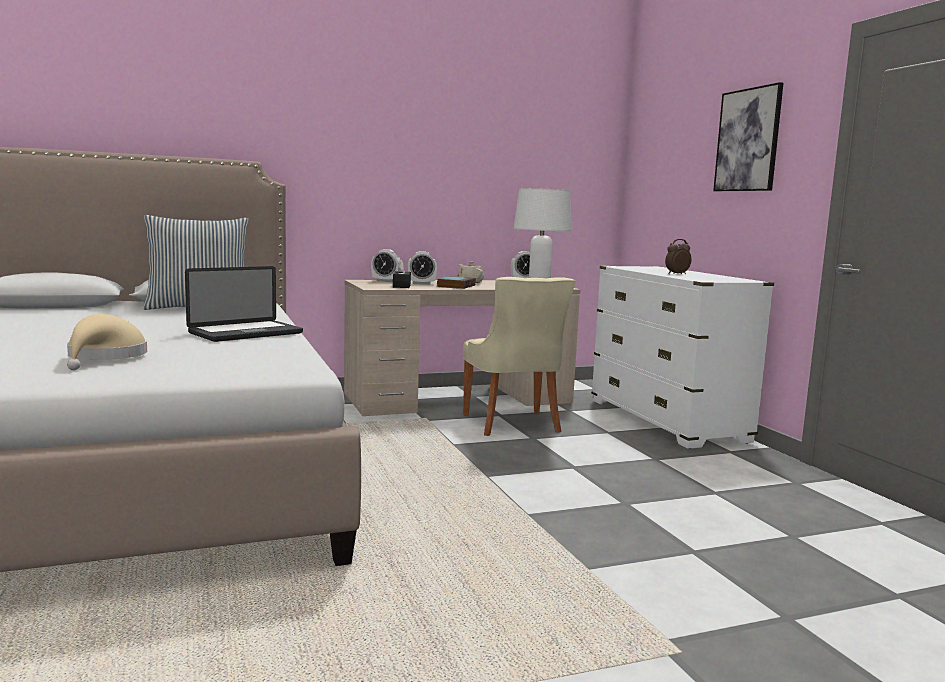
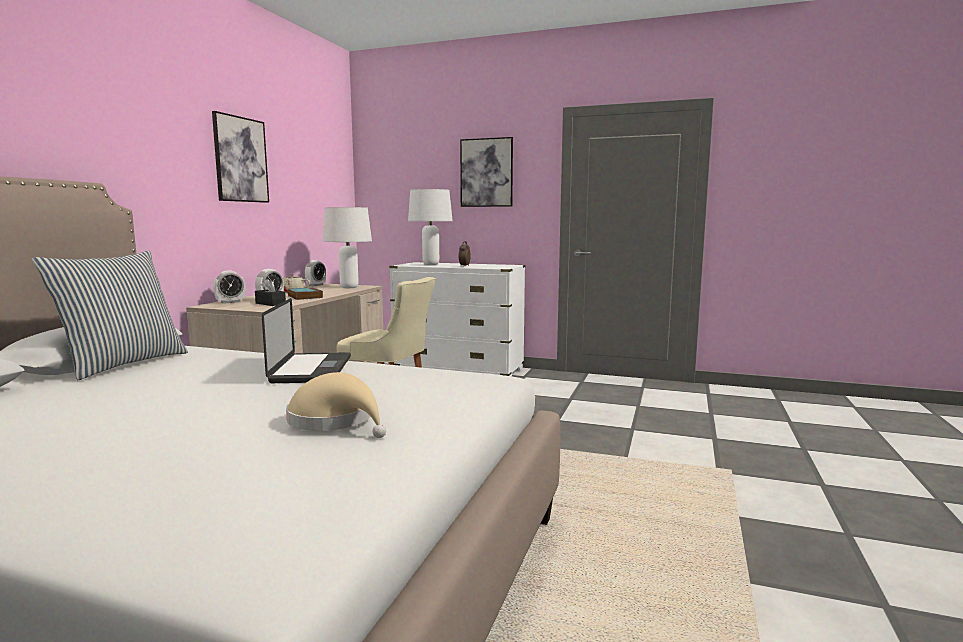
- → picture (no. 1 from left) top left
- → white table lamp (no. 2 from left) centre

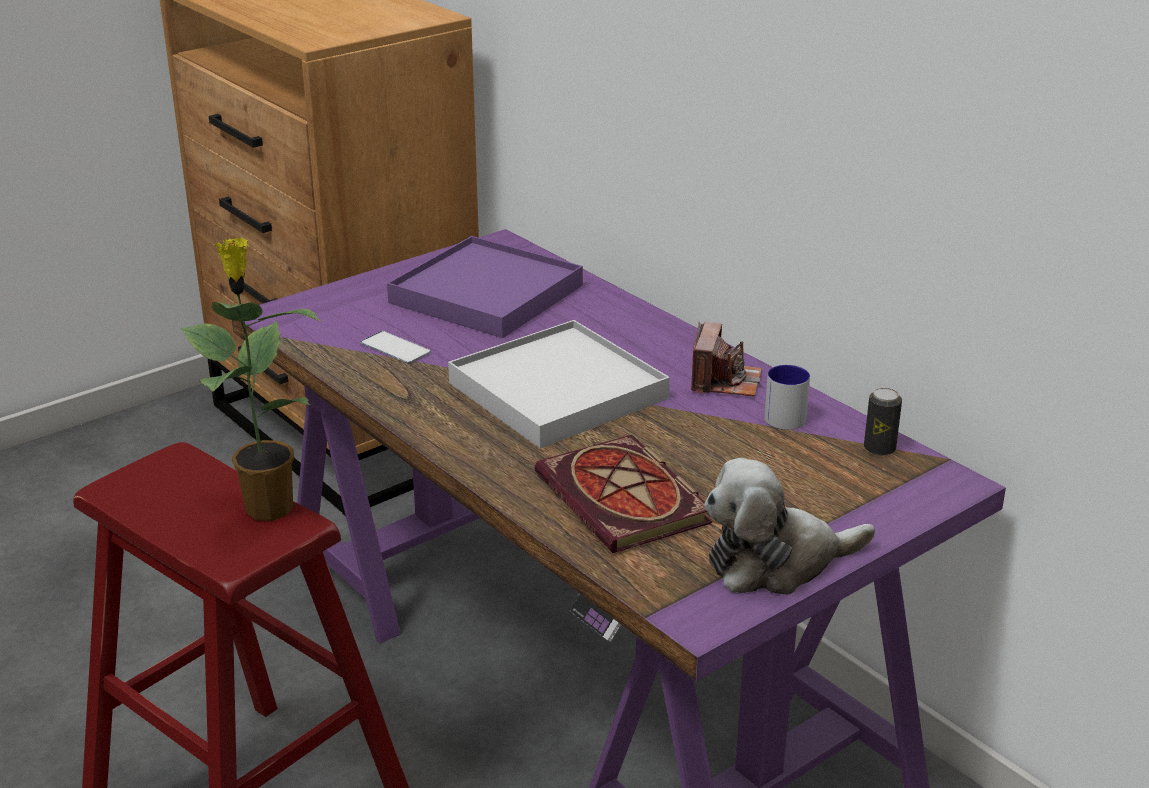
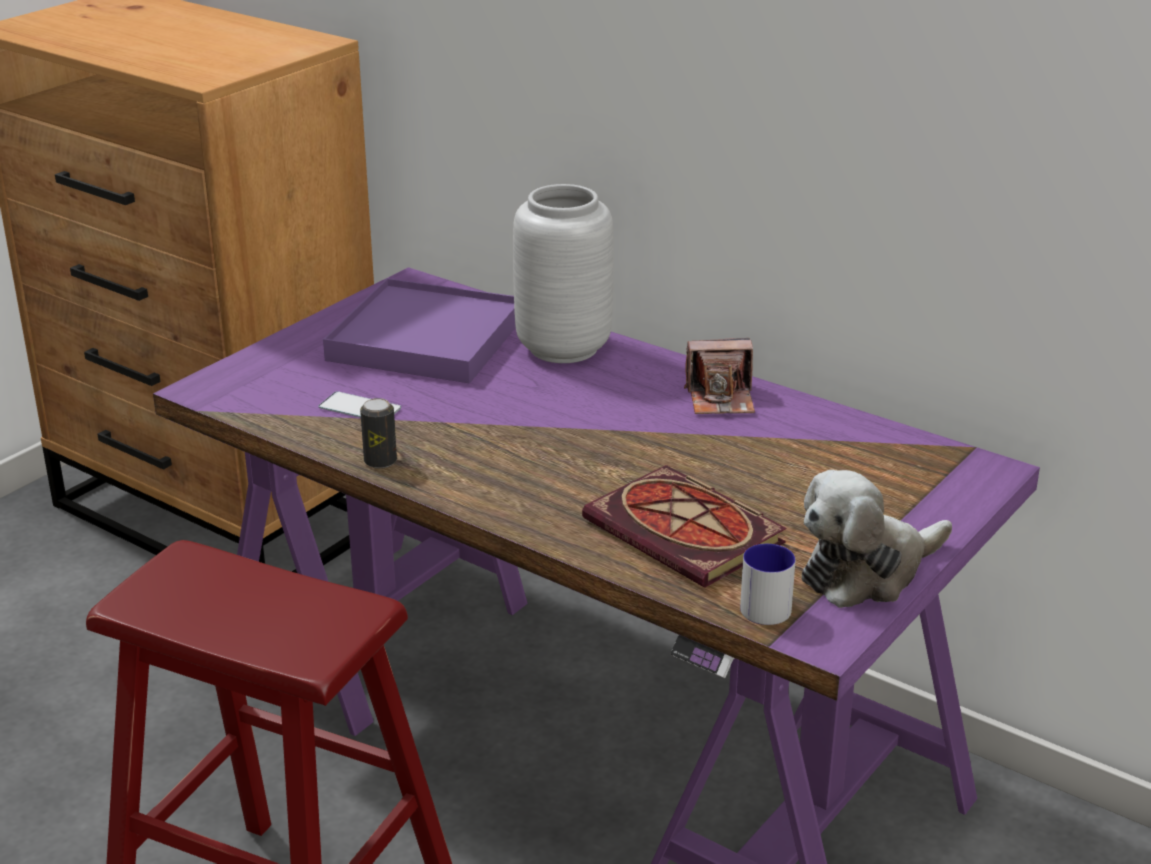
potted plant middle left → -
white tray centre → -
- → grey vase top centre
mug middle right → mug bottom right, shifted
can middle right → can middle left, shifted
photo camera centre, 90 degrees clockwise

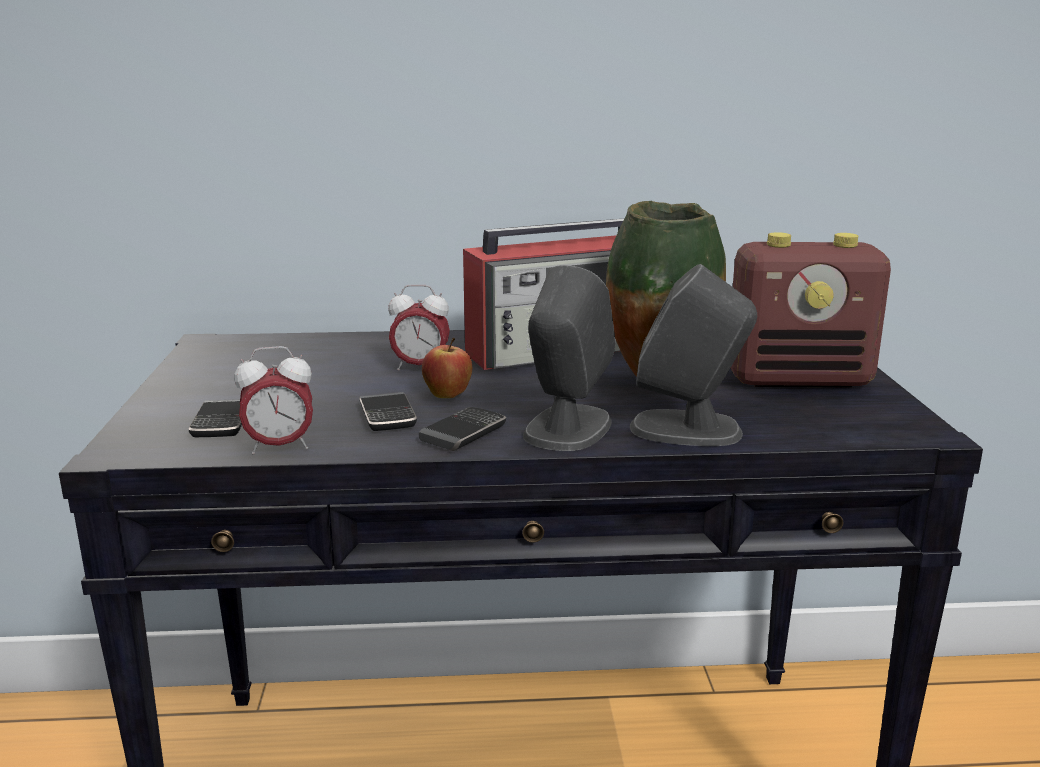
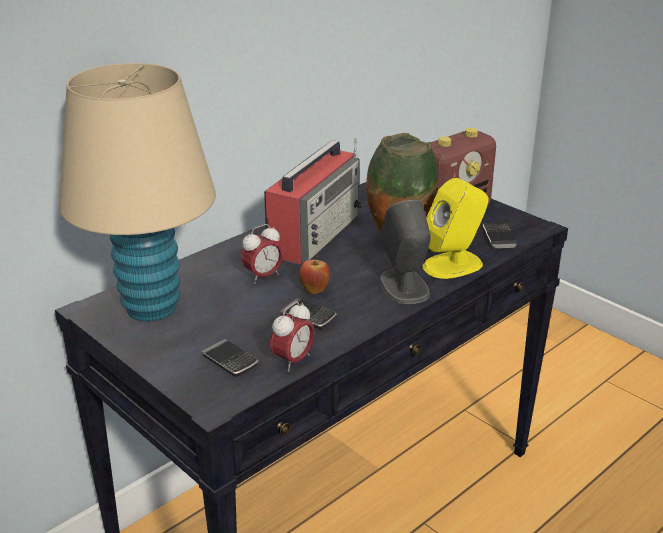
- → beige table lamp middle left
phone (no. 3 from left) centre → phone (no. 3 from left) middle right, shifted
grey speaker (no. 2 from left) centre → yellow speaker middle right

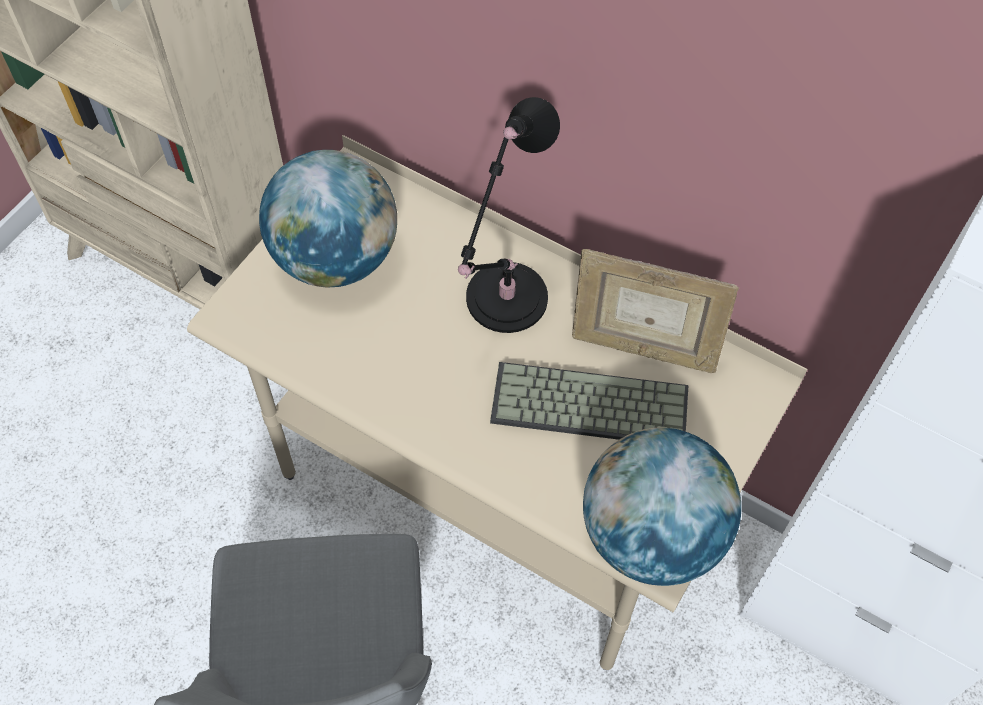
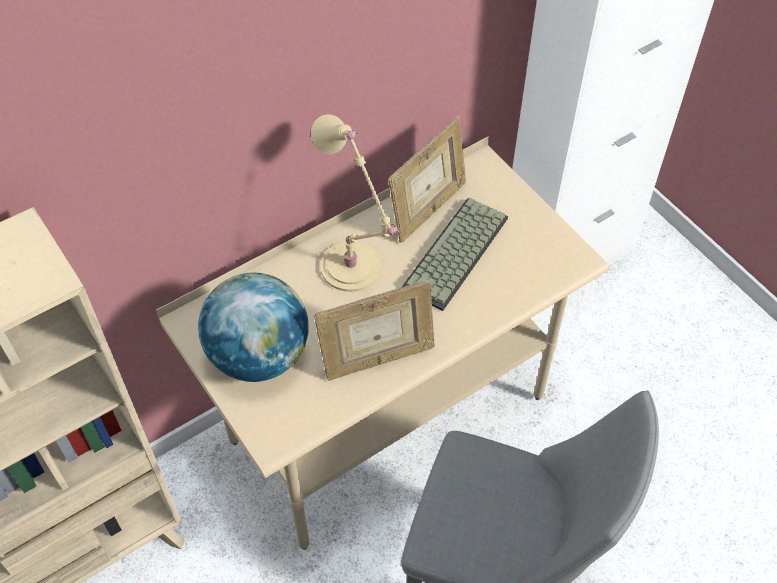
globe (no. 2 from left) bottom right → -
- → picture frame (no. 1 from left) centre
black table lamp top centre → beige table lamp centre

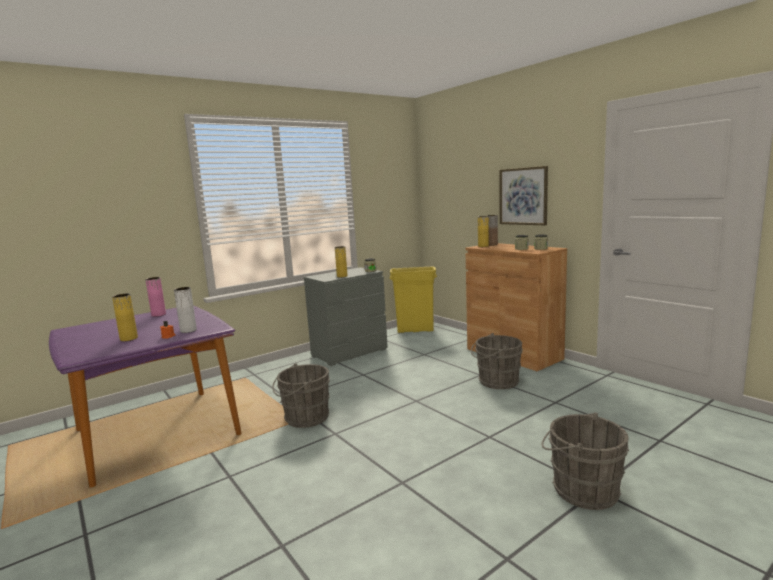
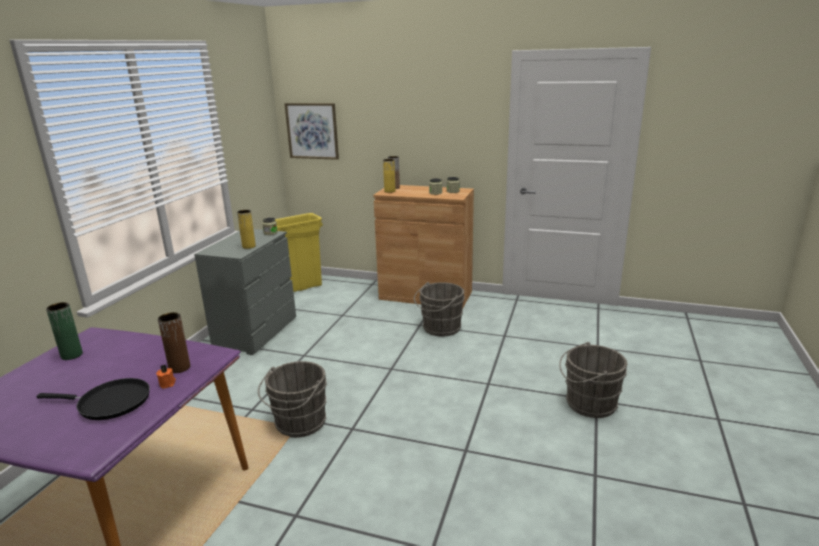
picture middle right → picture top centre, shifted
yellow vase (no. 1 from left) middle left → black frying pan bottom left
pink vase middle left → green vase middle left
white vase middle left → brown vase (no. 1 from left) middle left

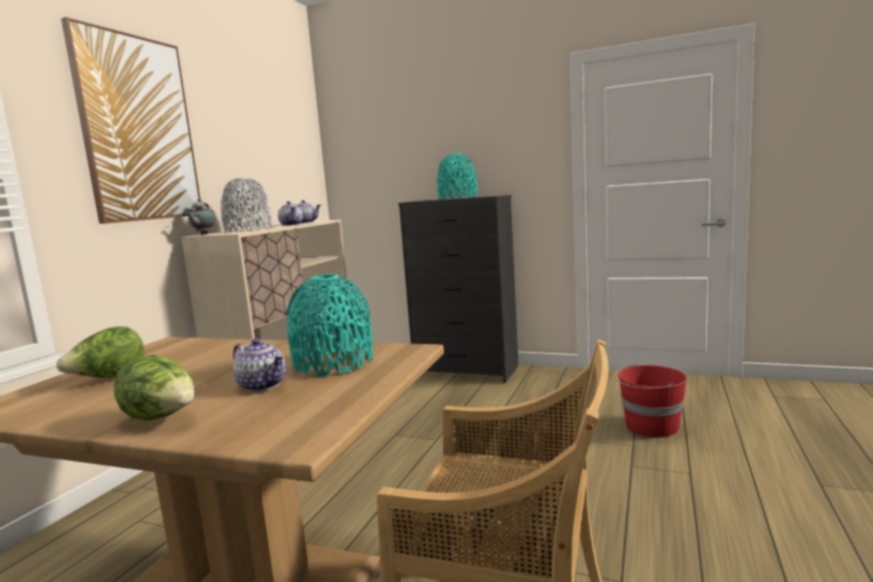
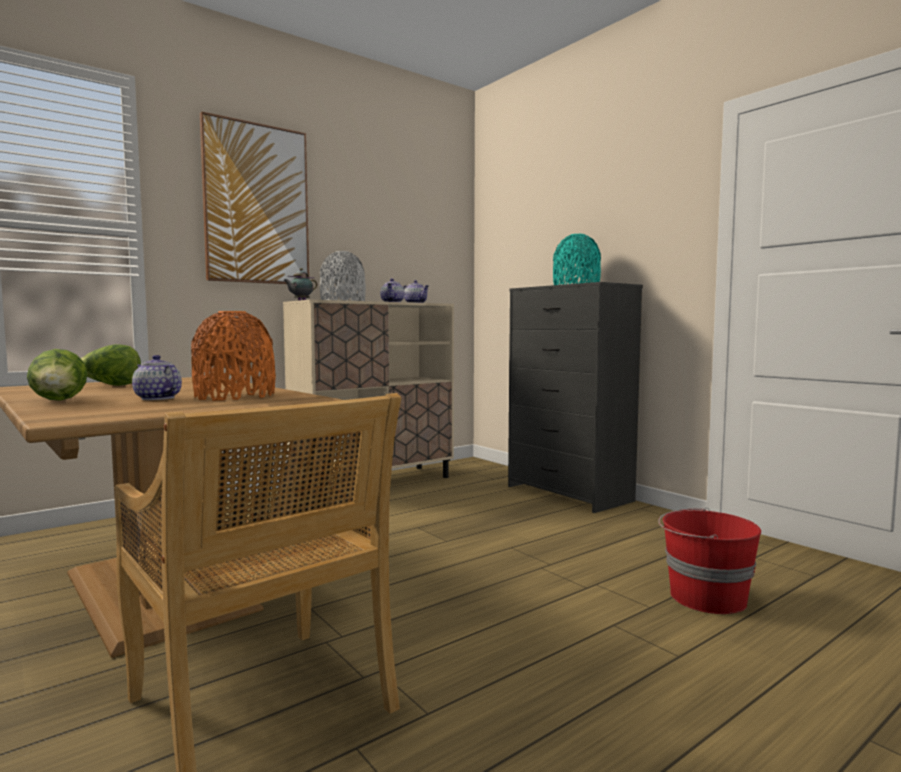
turquoise vase (no. 1 from left) centre → orange vase middle left
teapot (no. 2 from left in the first image) middle left → teapot (no. 1 from left) middle left, 150 degrees clockwise

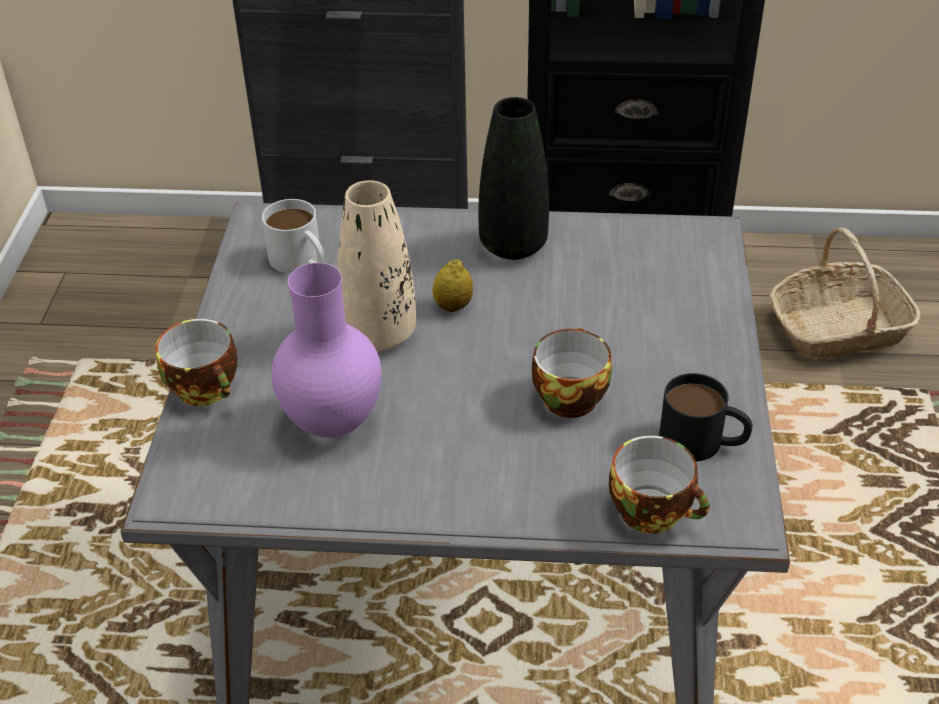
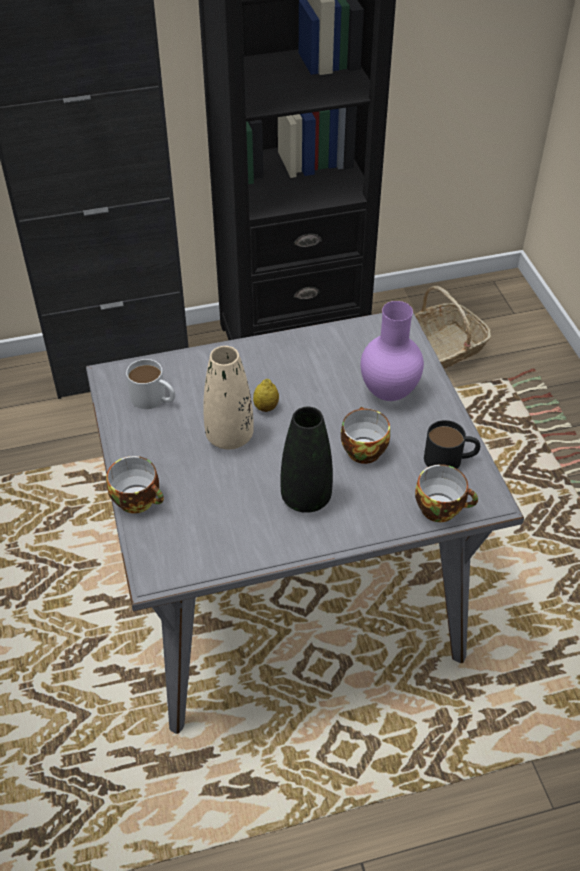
purple vase centre → purple vase middle right, shifted
black vase top centre → black vase centre, shifted

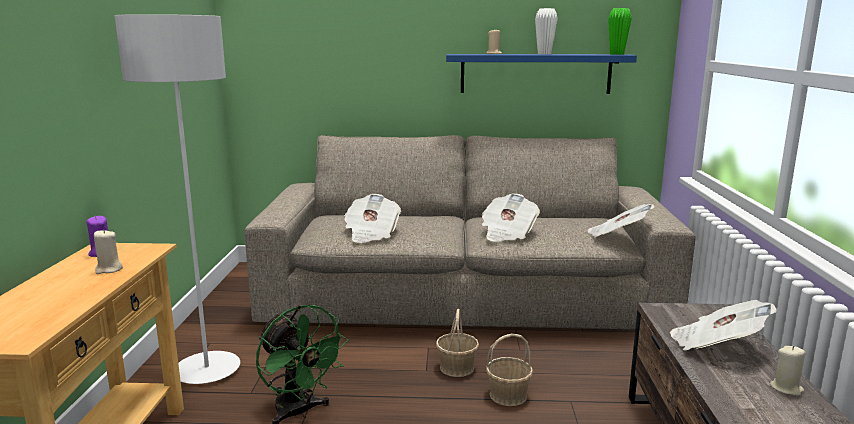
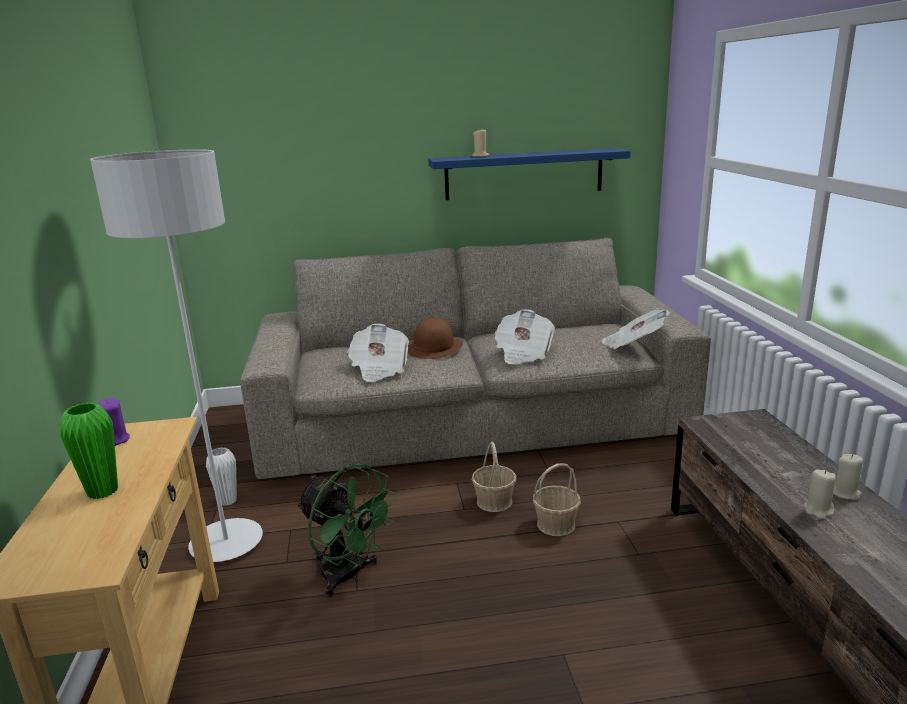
newspaper (no. 4 from left) bottom right → -
- → brown hat centre
beige candle (no. 1 from left in the first image) middle left → beige candle (no. 2 from left) bottom right, shifted
white vase top centre → white vase bottom left, shifted
green vase top right → green vase middle left, shifted

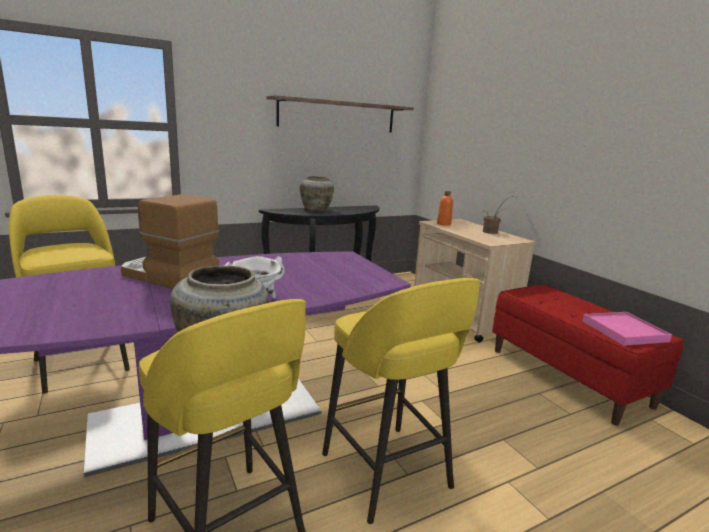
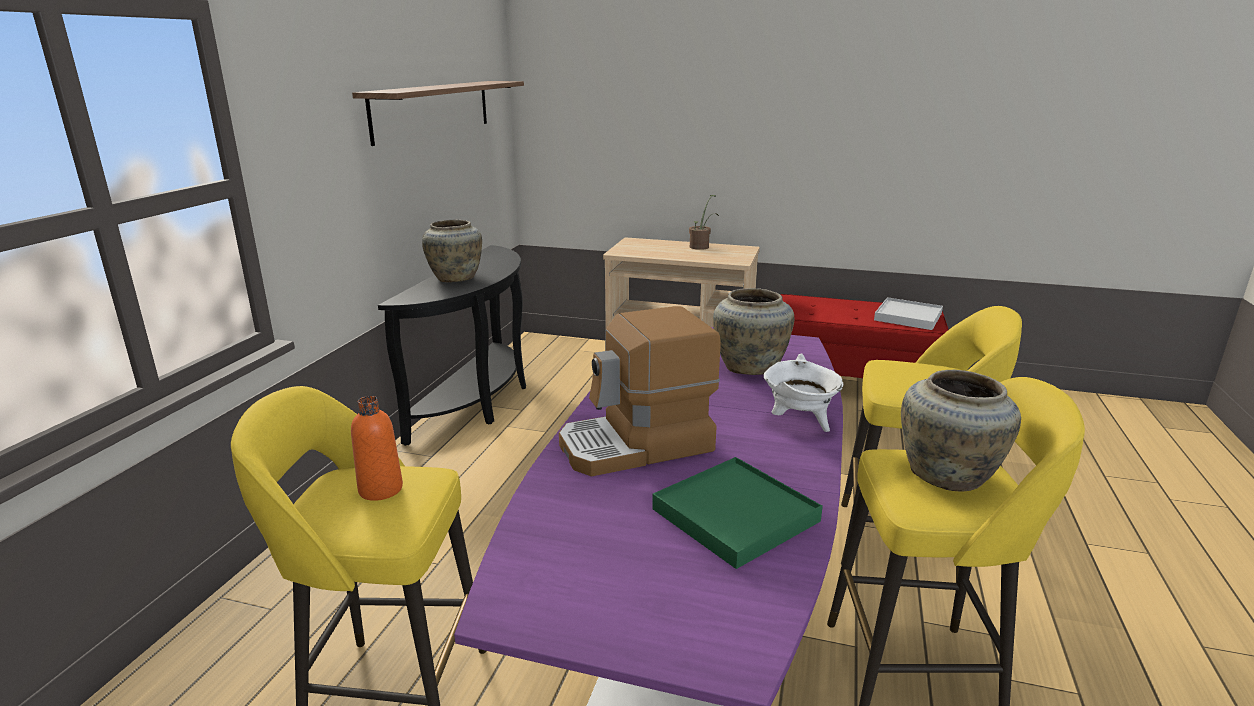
- → green tray bottom centre
- → beige vase (no. 2 from left) centre
orange bottle centre → orange bottle middle left, shifted
pink tray middle right → white tray middle right

